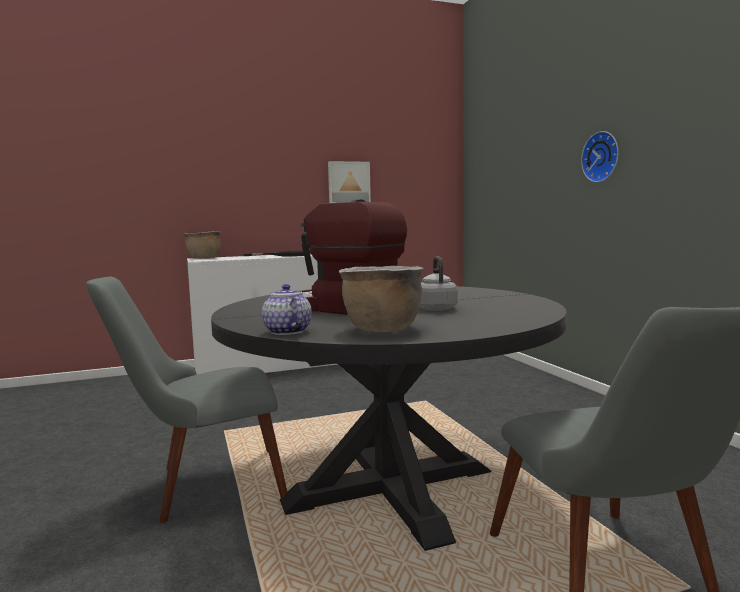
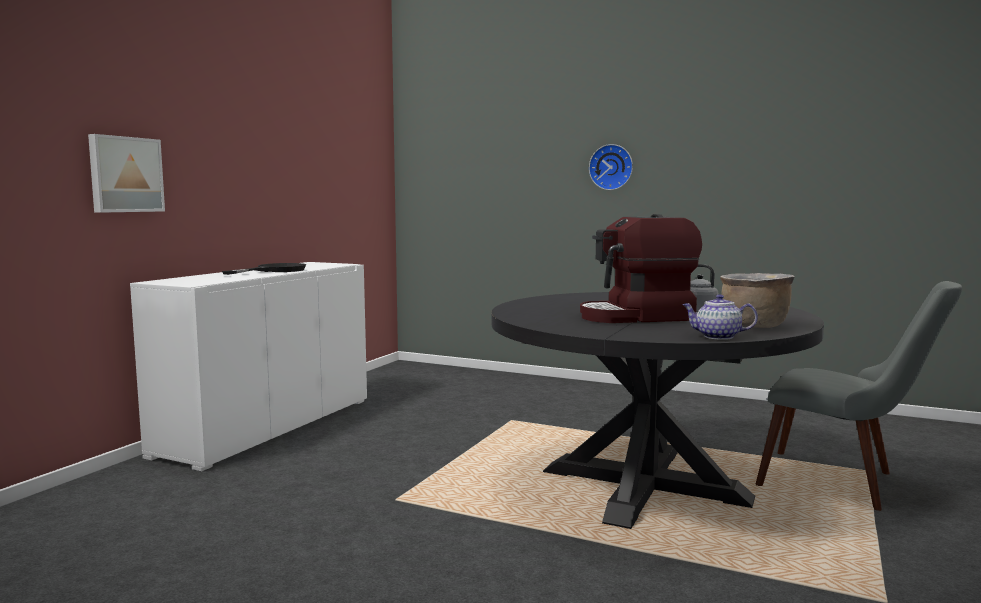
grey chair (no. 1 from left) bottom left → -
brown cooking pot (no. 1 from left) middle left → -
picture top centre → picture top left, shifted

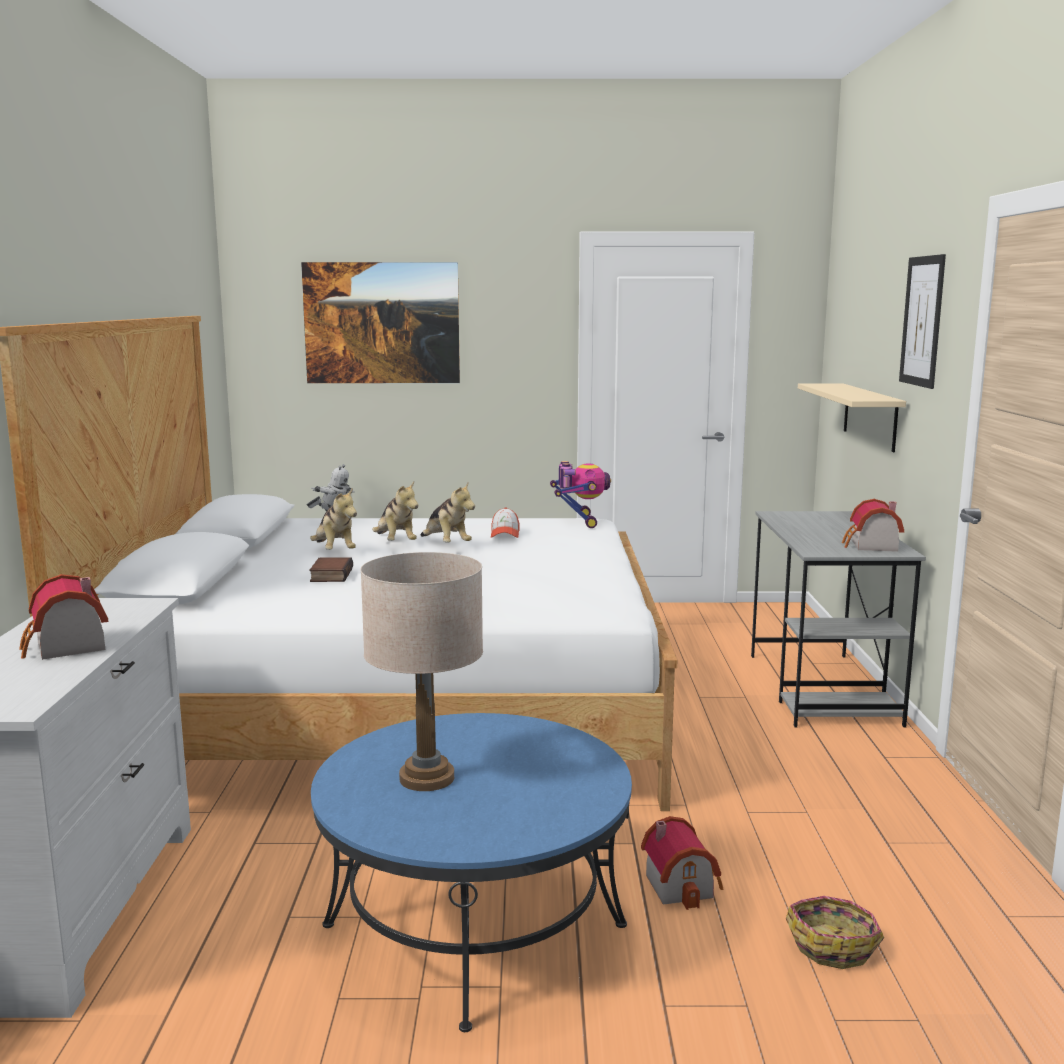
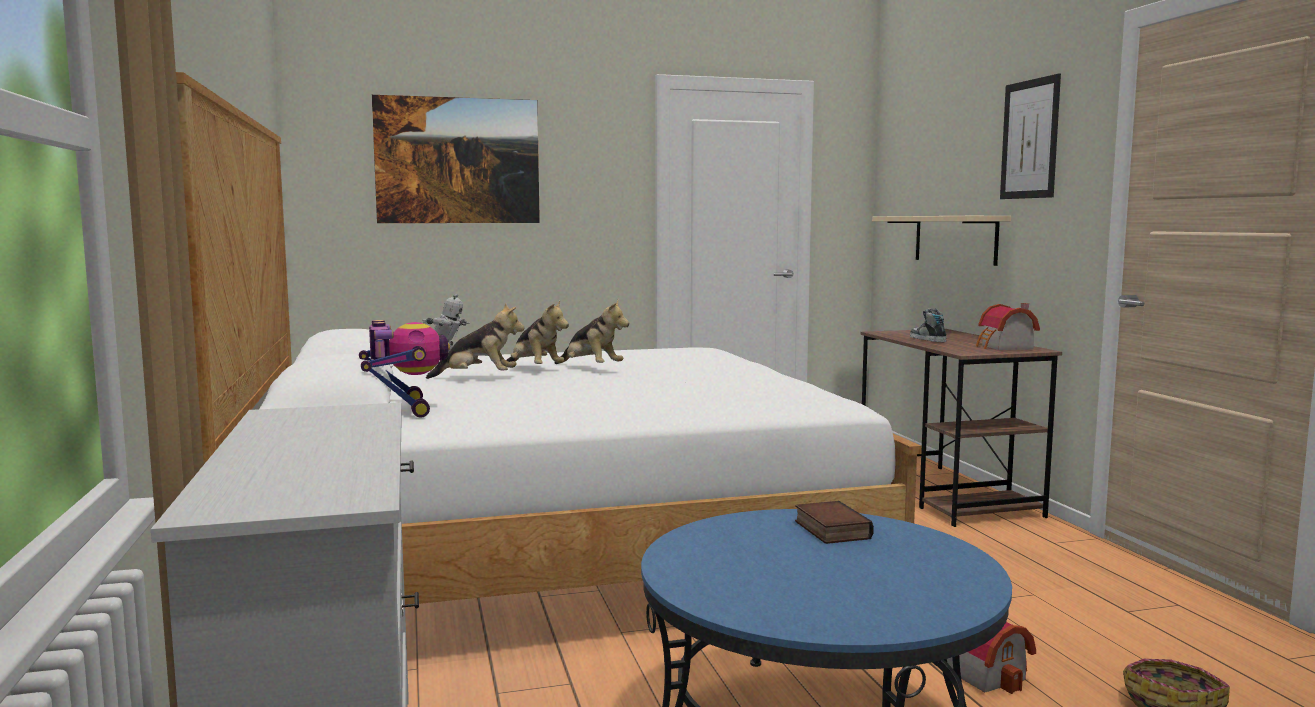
toy house (no. 1 from left) middle left → -
beige table lamp centre → -
cap centre → -
- → shoe middle right
book middle left → book bottom centre, shifted
toy robot (no. 2 from left in the first image) centre → toy robot (no. 1 from left) middle left, shifted
grey desk middle right → brown desk middle right
plush toy (no. 1 from left) middle left → plush toy (no. 1 from left) centre, 45 degrees counterclockwise

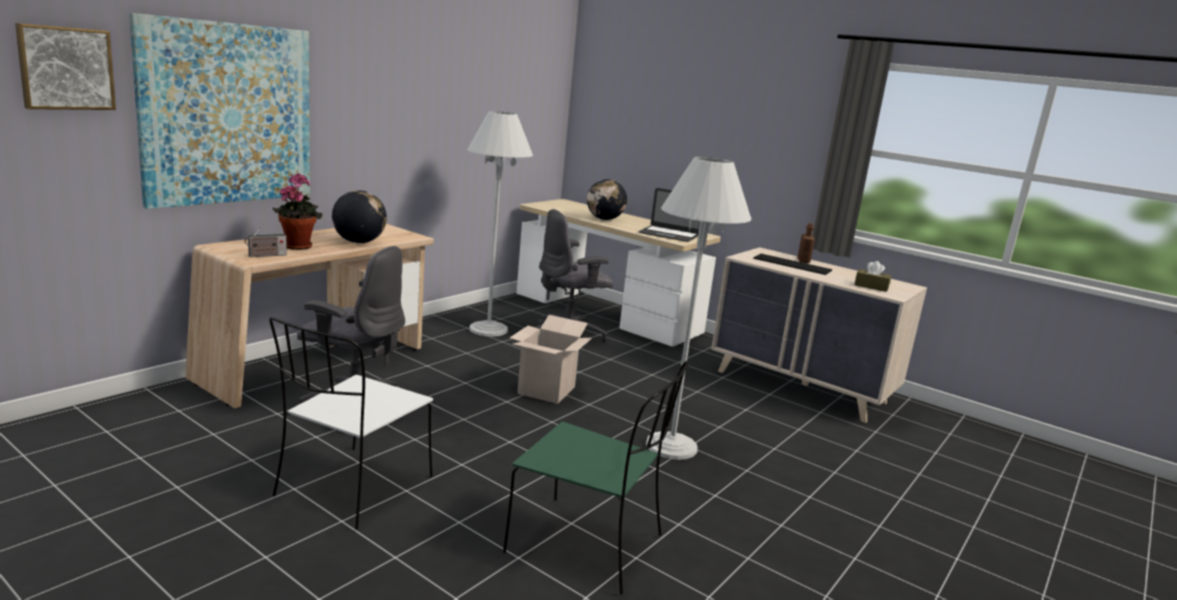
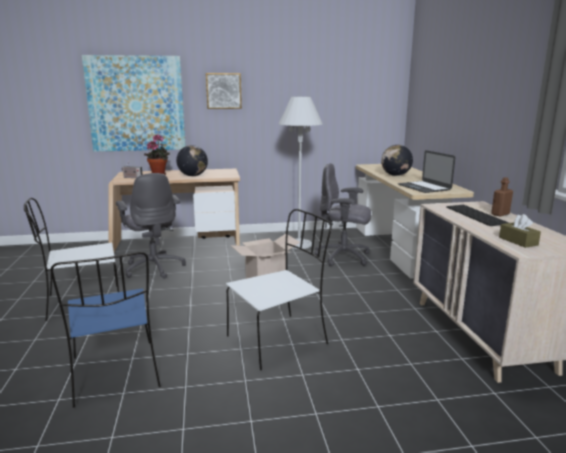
picture (no. 1 from left in the first image) top left → picture (no. 2 from left) top centre, shifted
white floor lamp (no. 2 from left) centre → white chair (no. 2 from left) centre
green chair bottom centre → blue chair bottom left

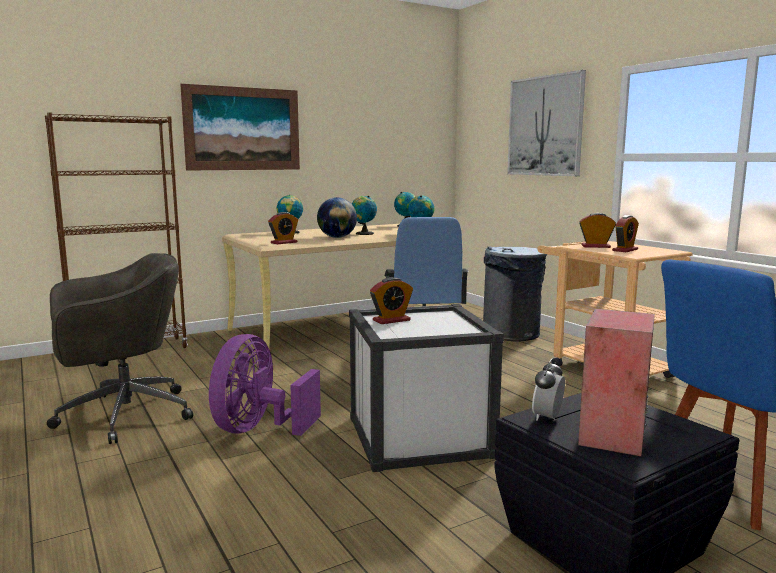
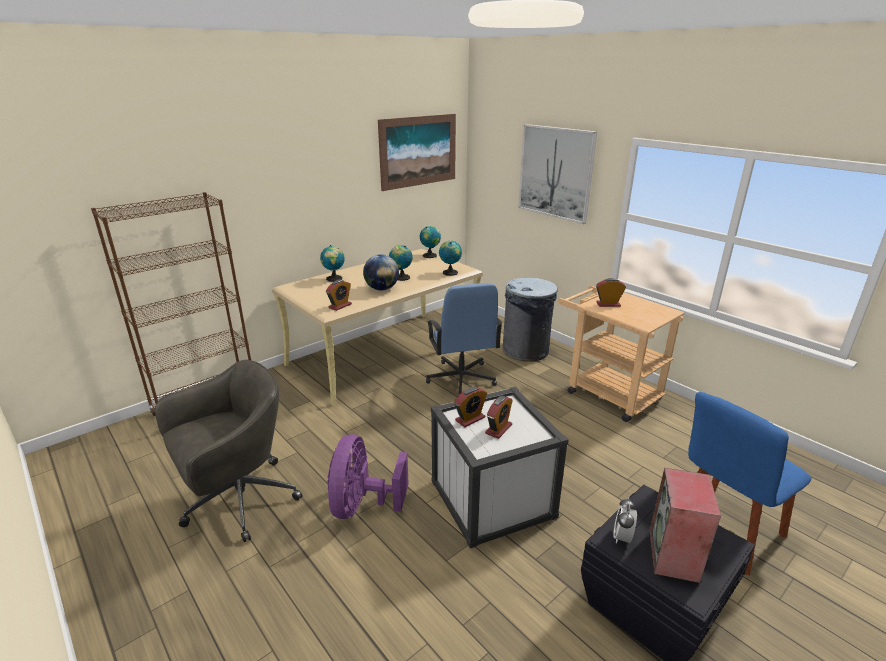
picture (no. 1 from left) top left → picture (no. 1 from left) top centre, shifted
alarm clock (no. 5 from left in the first image) middle right → alarm clock (no. 3 from left) centre, shifted

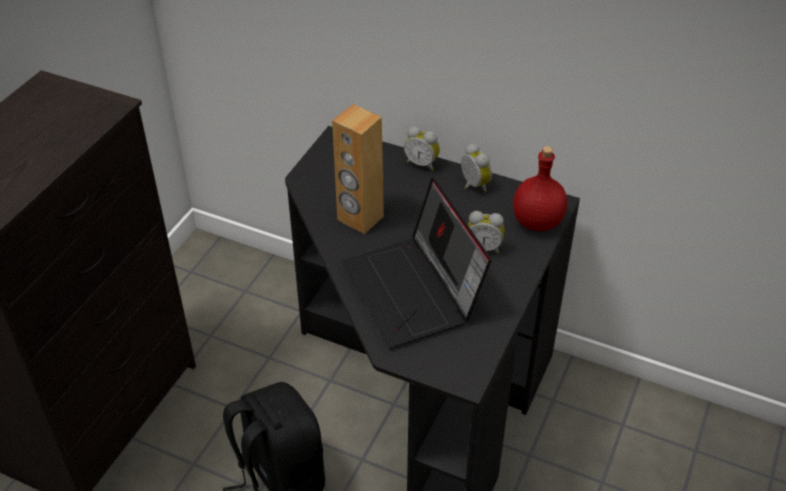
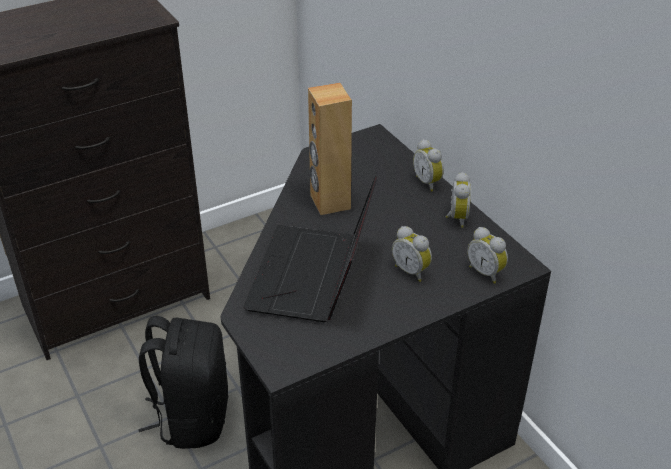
red bottle middle right → alarm clock (no. 4 from left) middle right

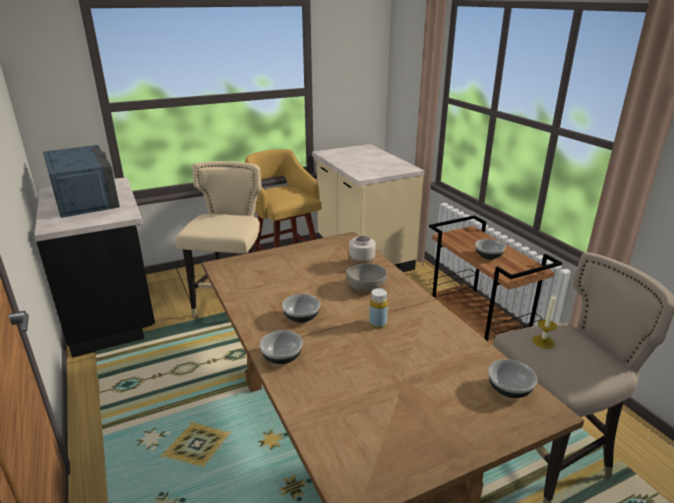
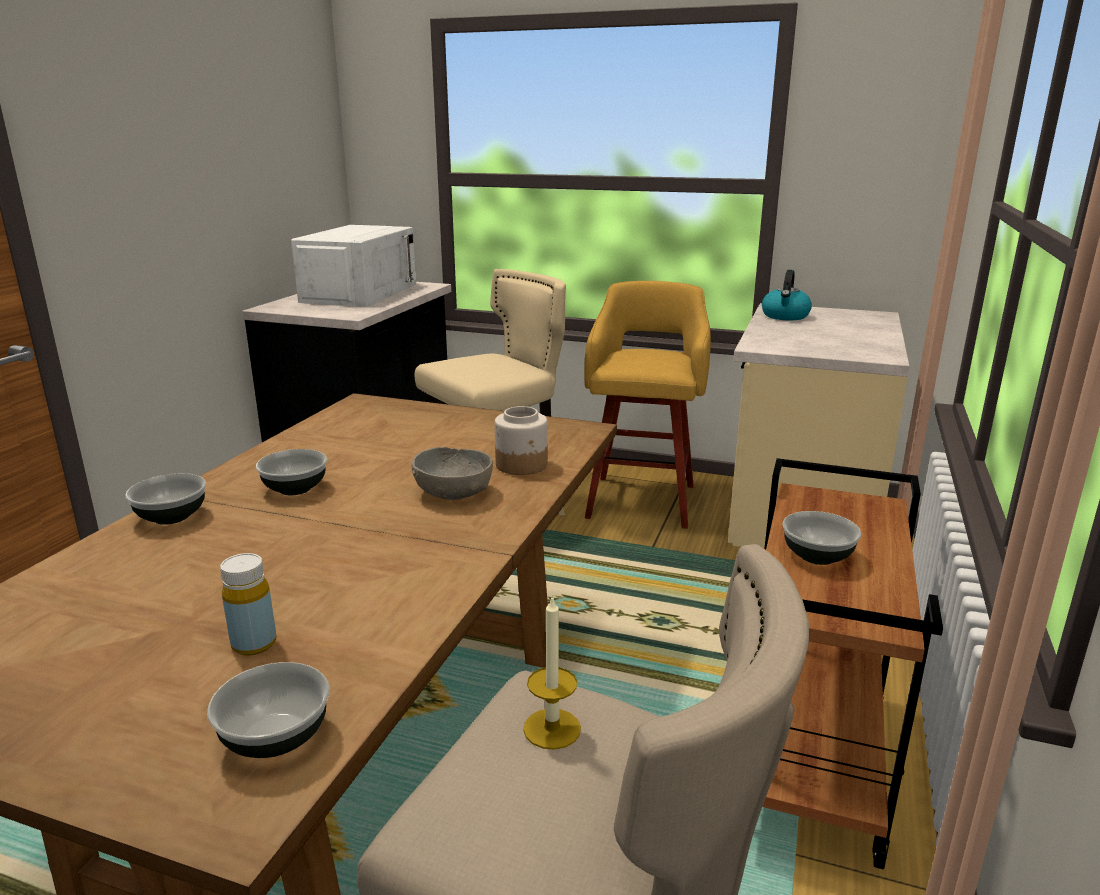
- → kettle top right
yellow bottle centre → yellow bottle bottom left, shifted
blue microwave middle left → white microwave top left

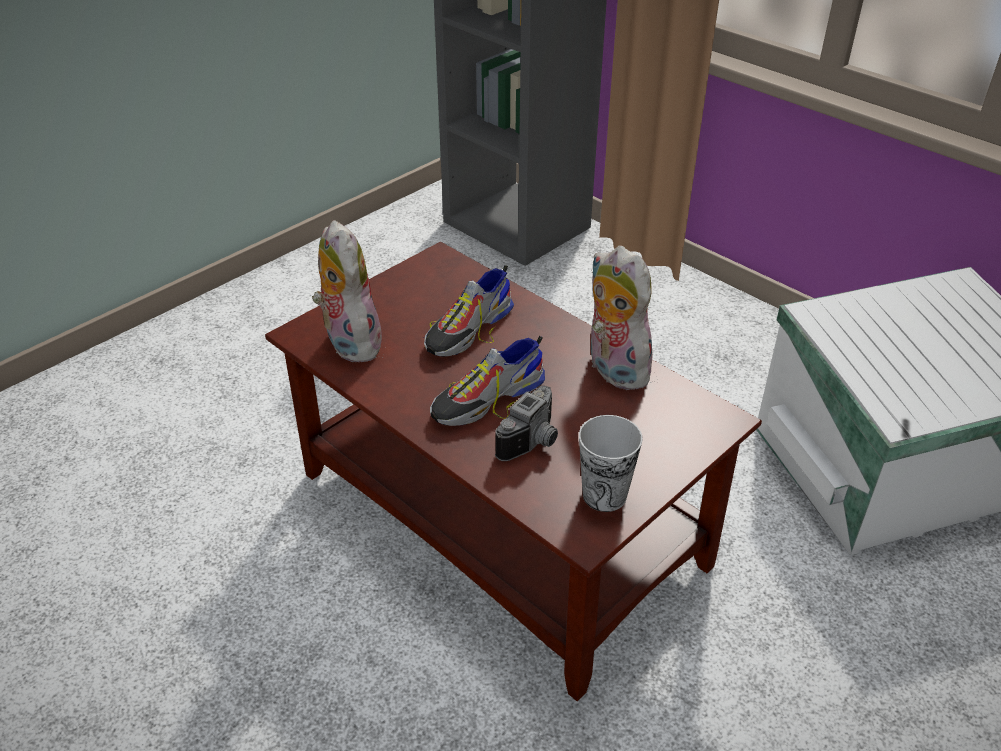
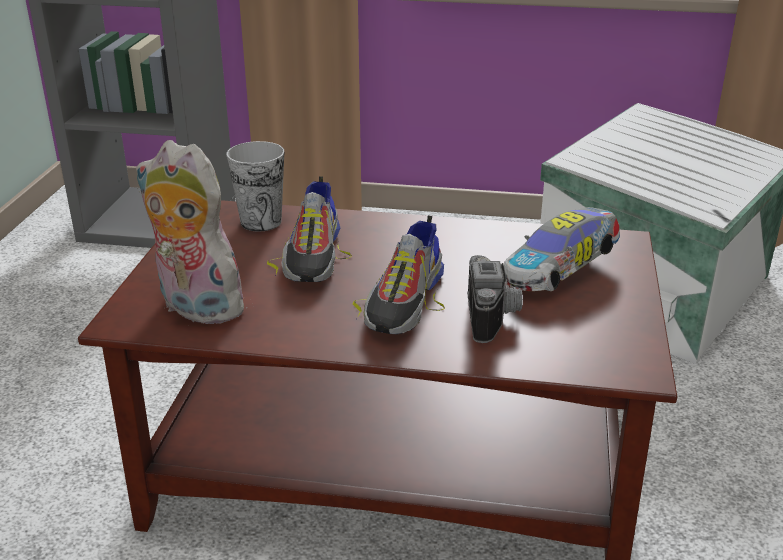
plush toy (no. 2 from left) centre → -
- → toy car middle right
cup centre → cup top left, shifted

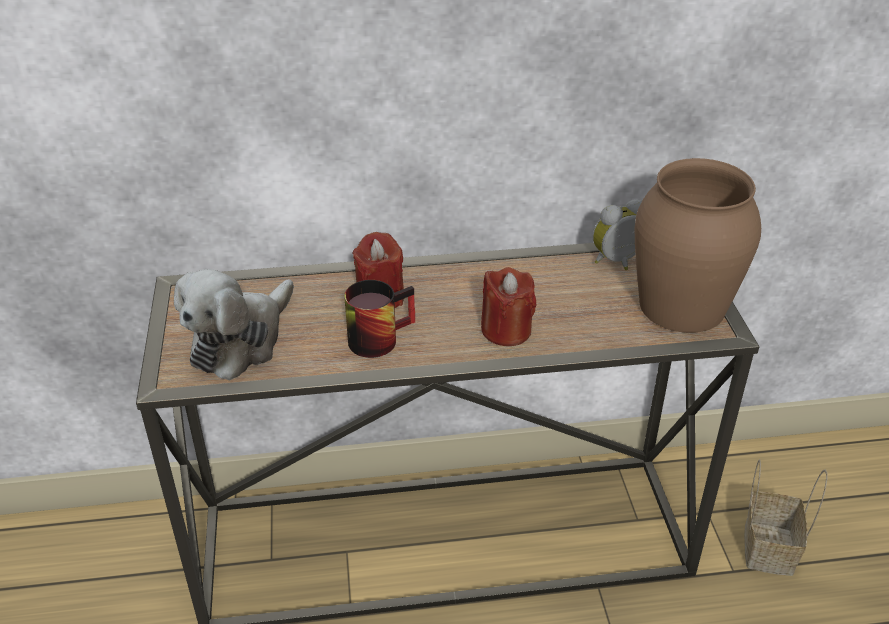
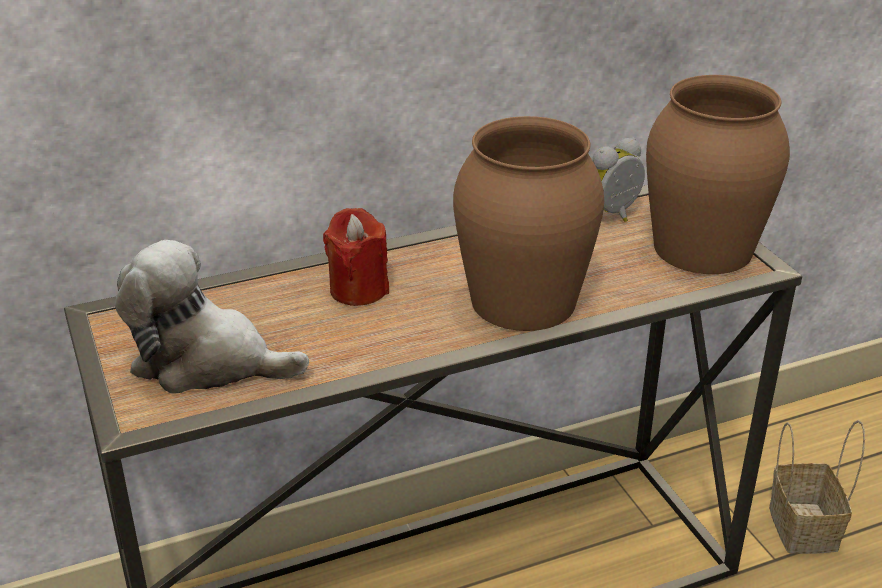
mug centre → -
red candle (no. 2 from left) centre → brown vase (no. 1 from left) centre
plush toy middle left, 90 degrees clockwise

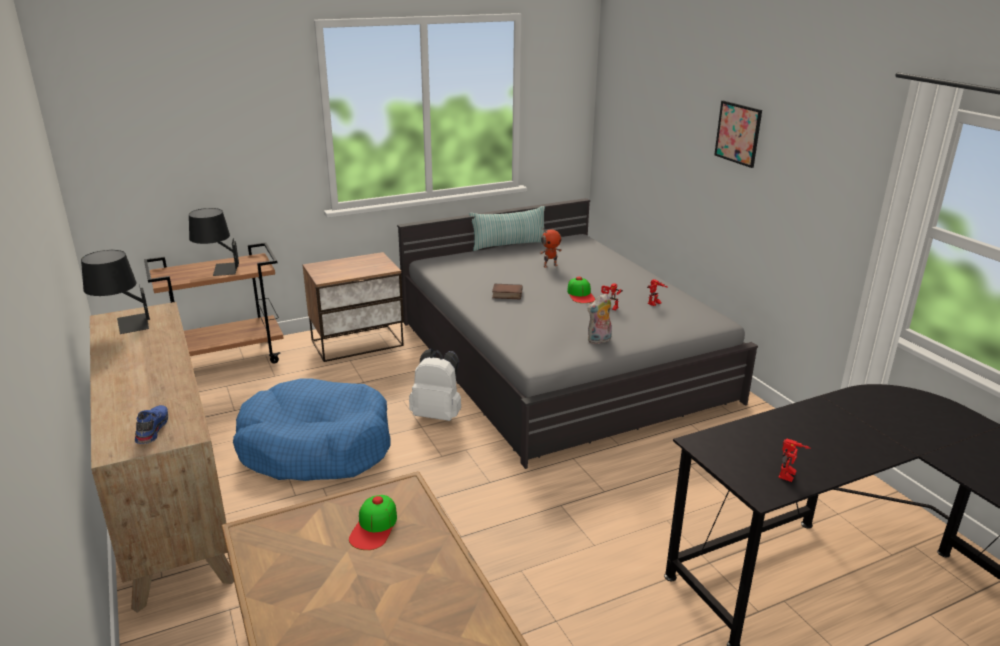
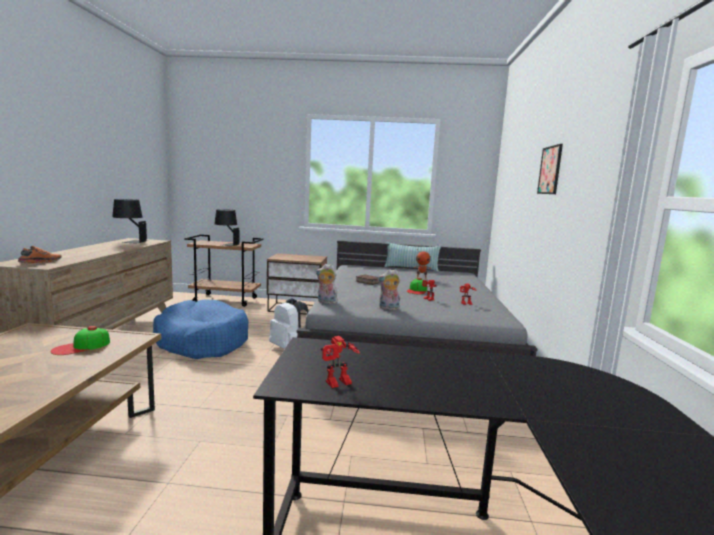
- → plush toy (no. 1 from left) centre
blue shoe middle left → orange shoe middle left

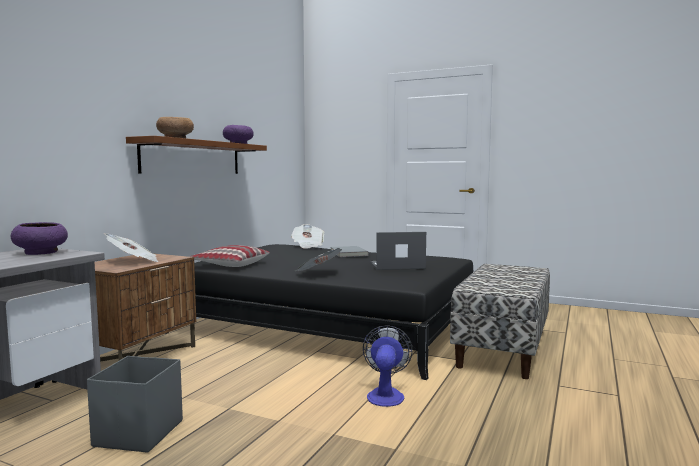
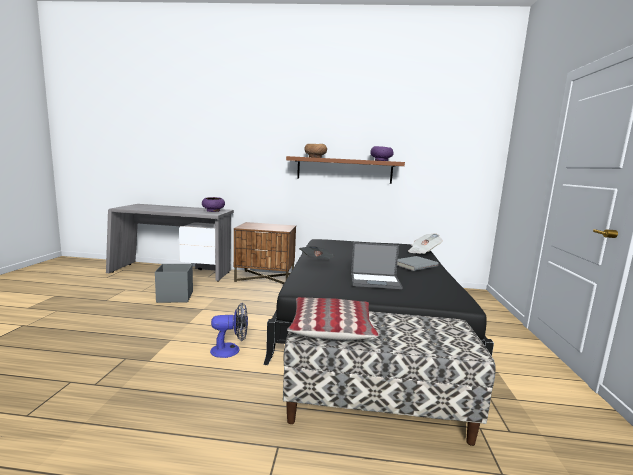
newspaper (no. 1 from left) middle left → -
pillow middle left → pillow bottom centre, shifted
laptop centre, 120 degrees clockwise

